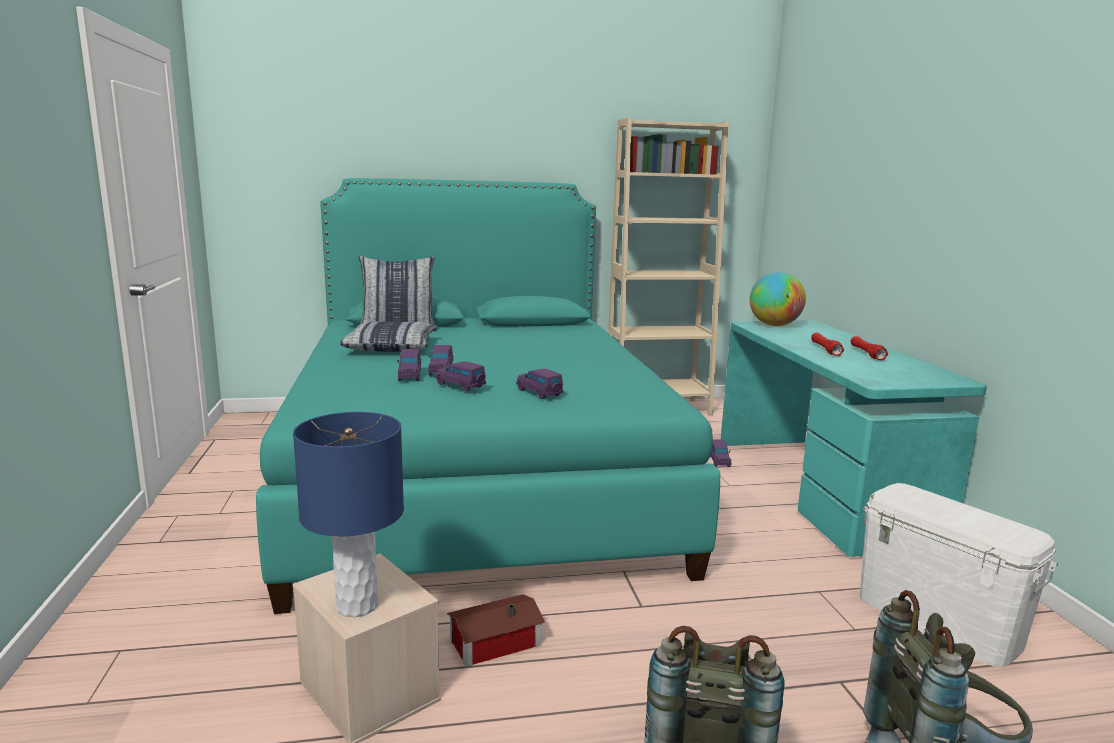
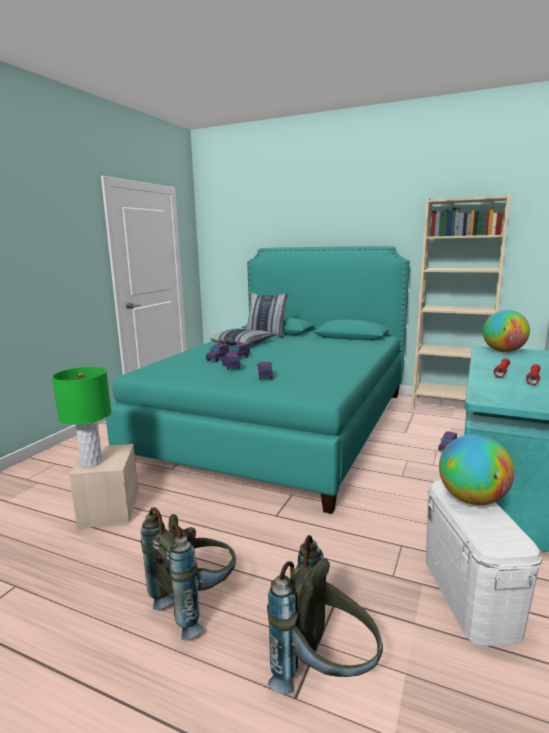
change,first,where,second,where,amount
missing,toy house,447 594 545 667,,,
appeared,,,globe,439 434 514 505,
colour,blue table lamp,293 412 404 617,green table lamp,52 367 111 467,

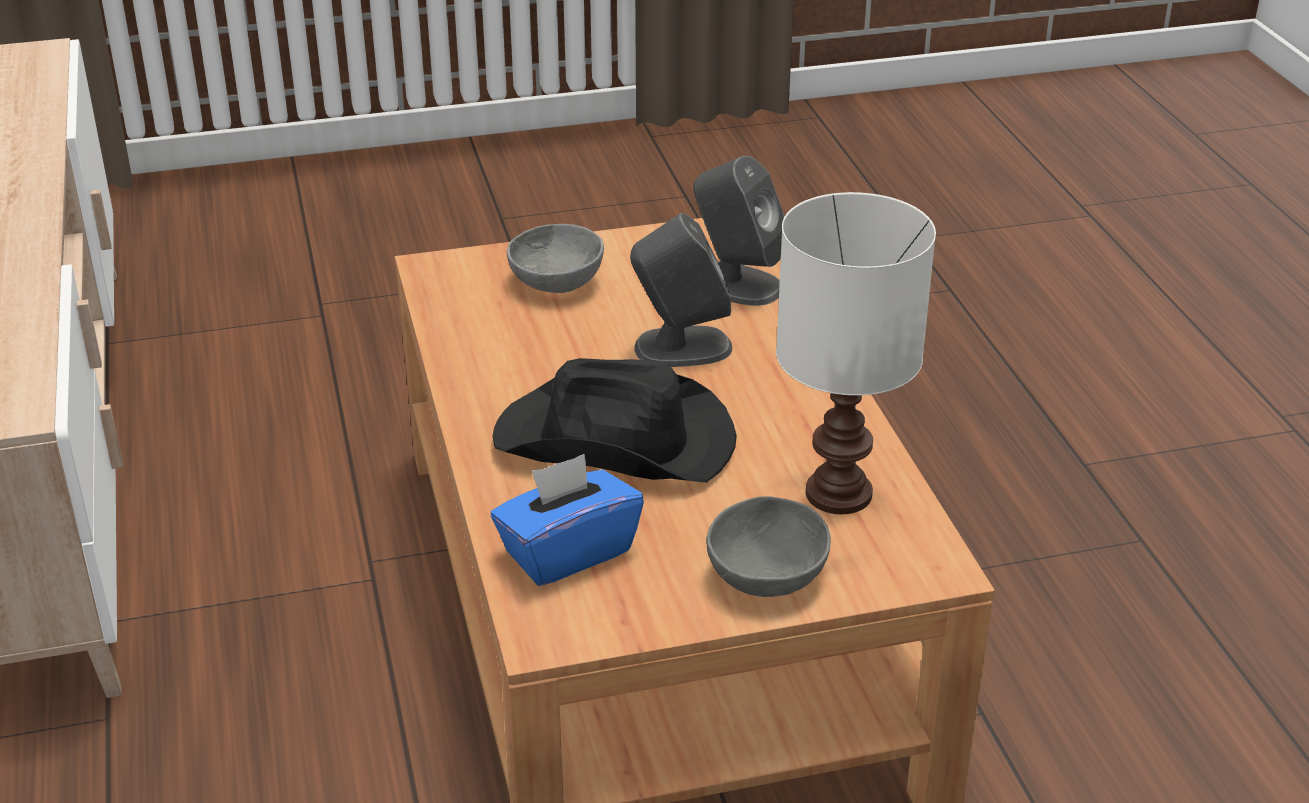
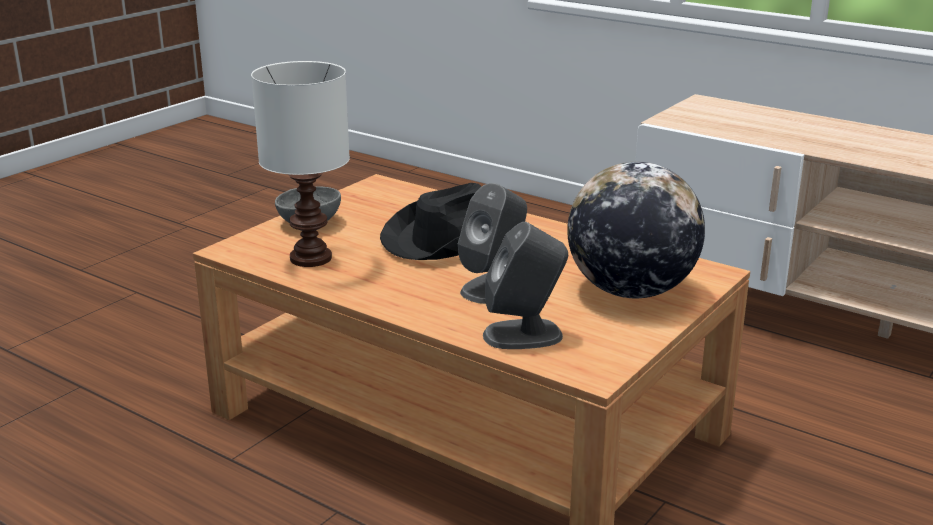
change,first,where,second,where,amount
missing,blue tissue box,491 454 644 586,,,
exchanged,grey bowl,507 224 604 293,globe,567 162 705 298,

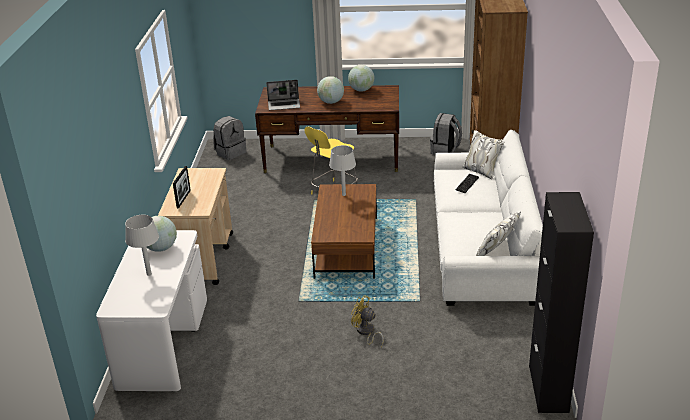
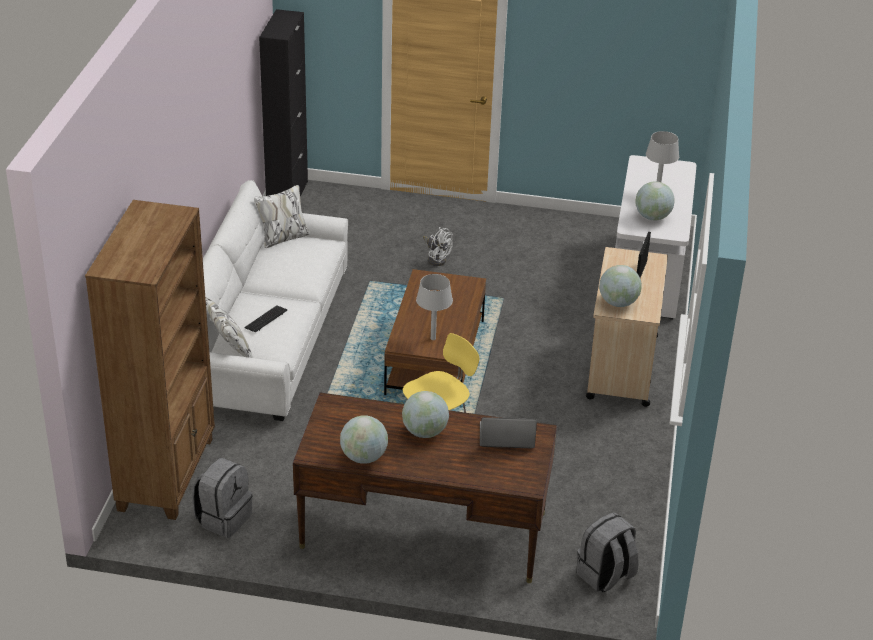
change,first,where,second,where,amount
appeared,,,globe,599 265 642 307,
colour,yellow fan,351 295 384 348,white fan,423 227 453 266,

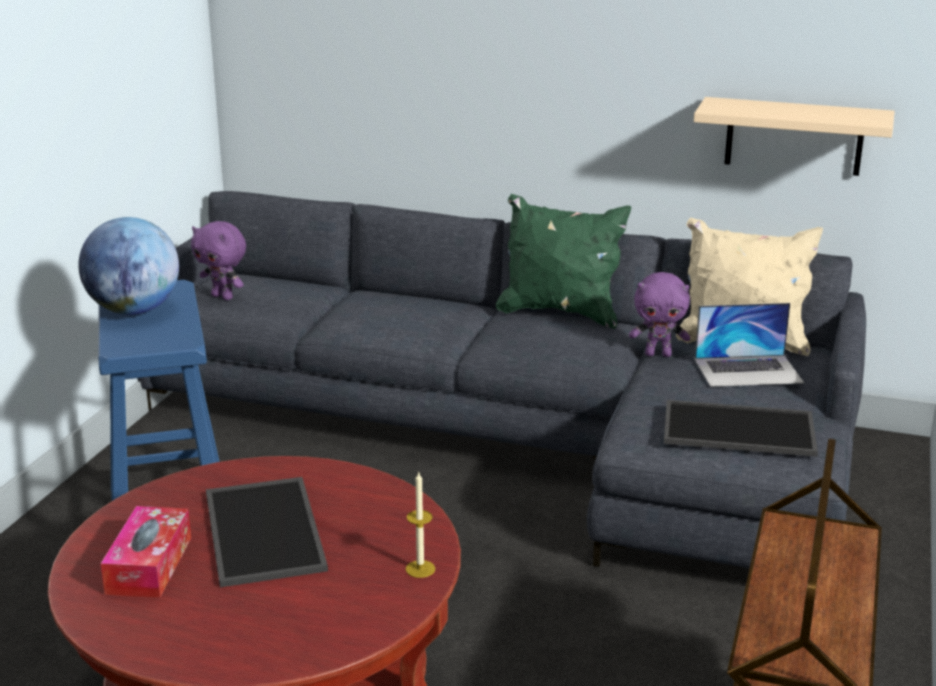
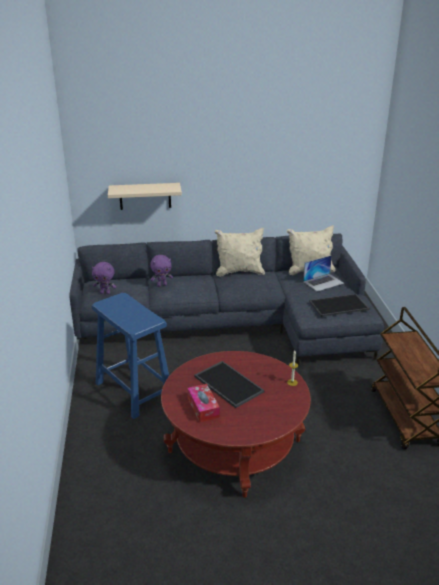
change,first,where,second,where,amount
missing,globe,78 217 179 314,,,
relocated,purple plush toy,629 272 690 357,,150 255 173 287,
relocated,beige shelf,694 97 895 176,,108 183 182 210,
colour,green pillow,496 194 631 329,beige pillow,214 228 265 277,

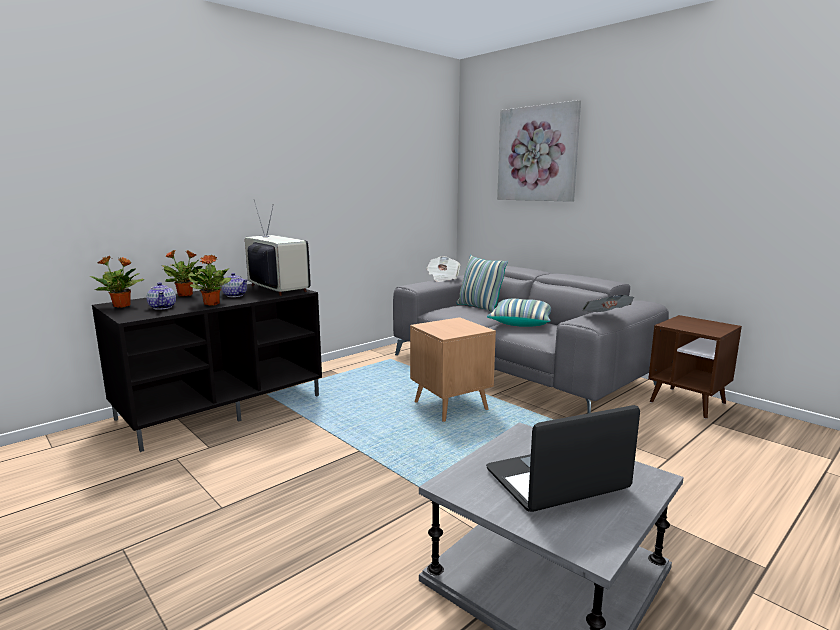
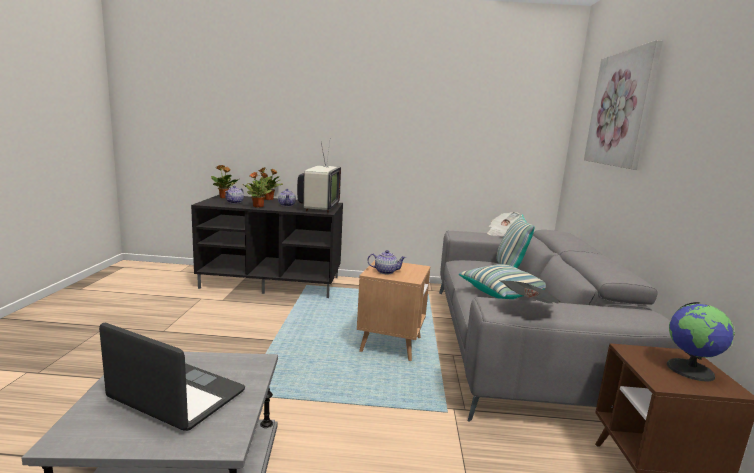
change,first,where,second,where,amount
appeared,,,teapot,367 250 406 274,
appeared,,,globe,667 302 735 381,

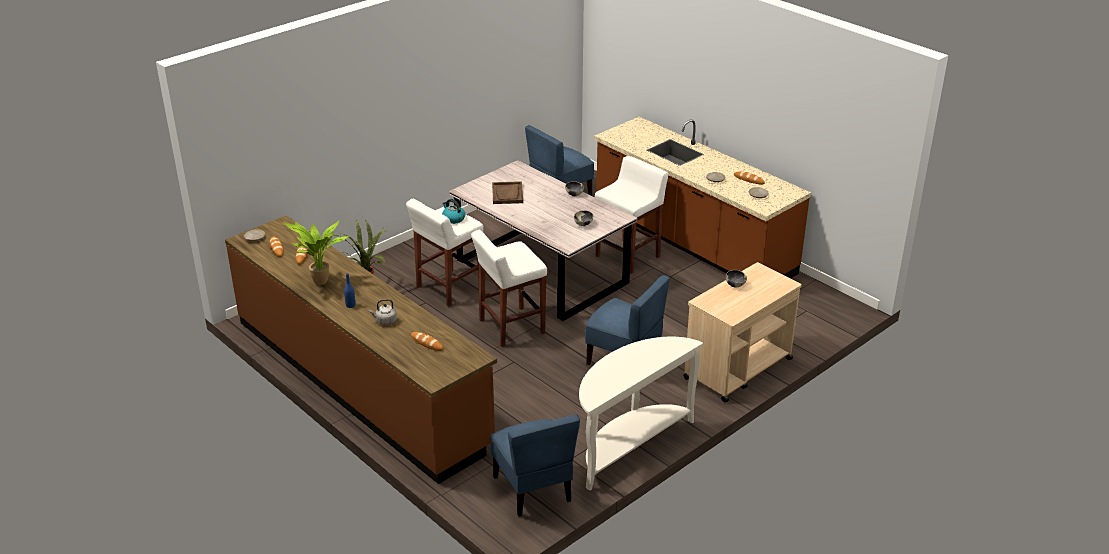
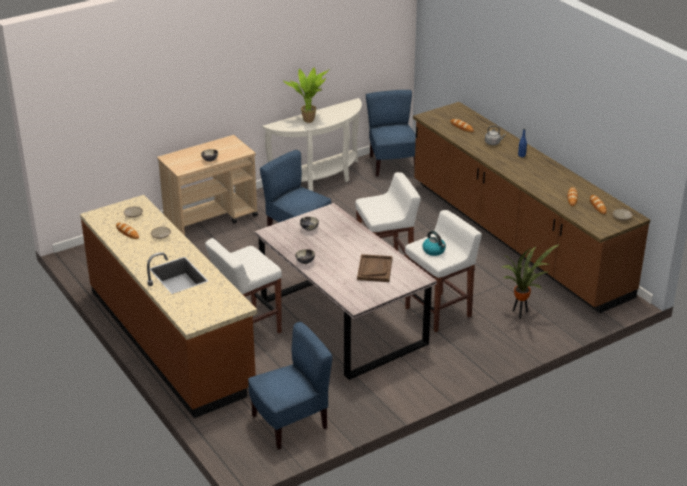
change,first,where,second,where,amount
relocated,potted plant,284 221 349 285,,283 67 329 123,

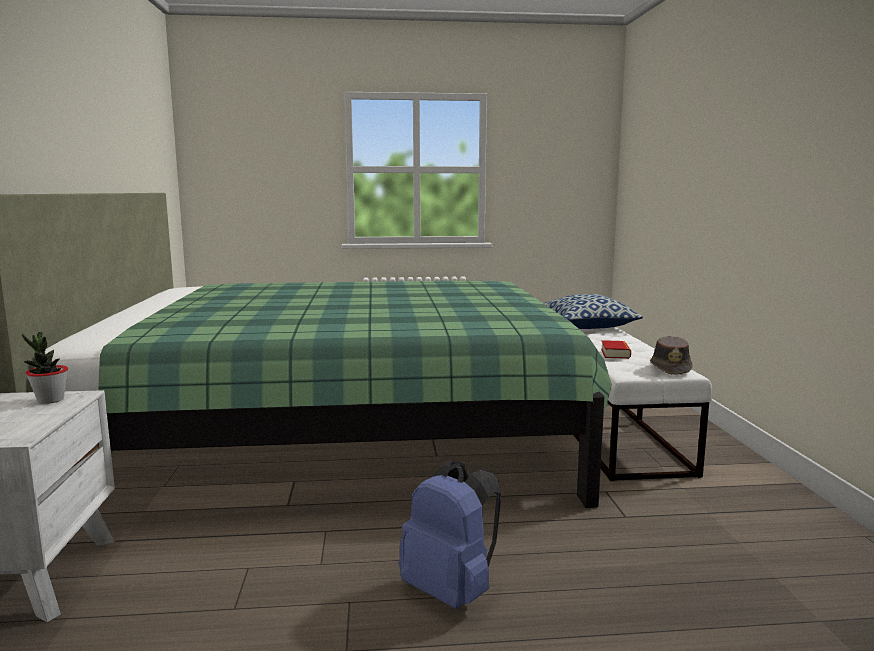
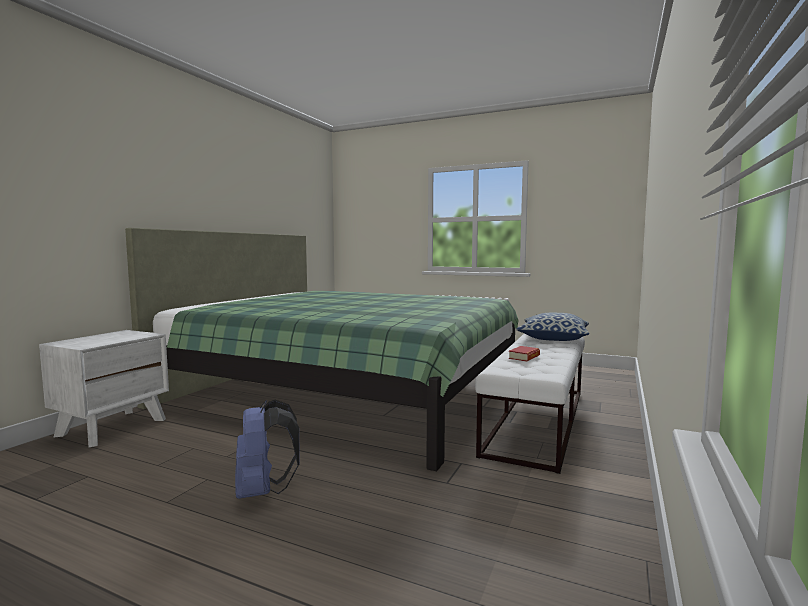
change,first,where,second,where,amount
missing,potted plant,22 332 68 404,,,
missing,brown hat,650 336 693 375,,,

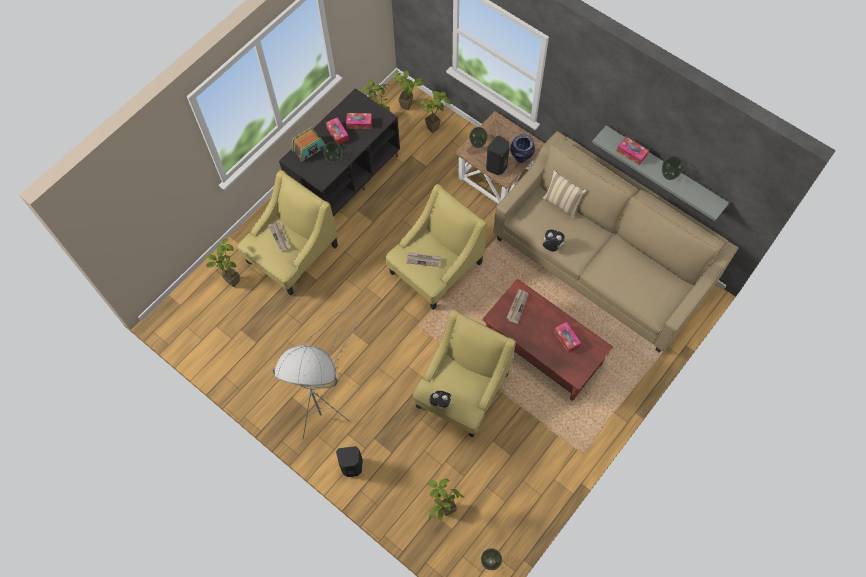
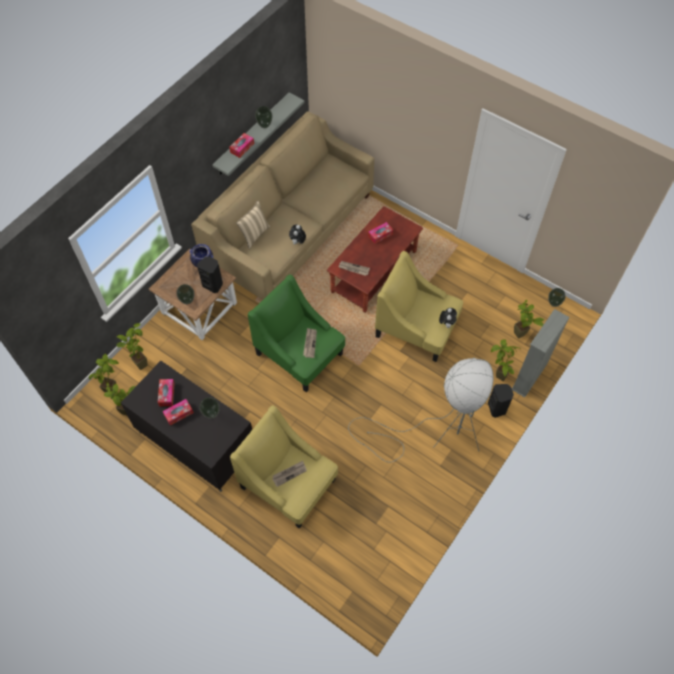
change,first,where,second,where,amount
missing,radio,292 127 325 162,,,
appeared,,,grey bookcase,512 309 569 398,
relocated,potted plant,204 238 240 287,,491 340 521 381,
colour,yellow armchair,386 184 487 310,green armchair,248 274 345 392,

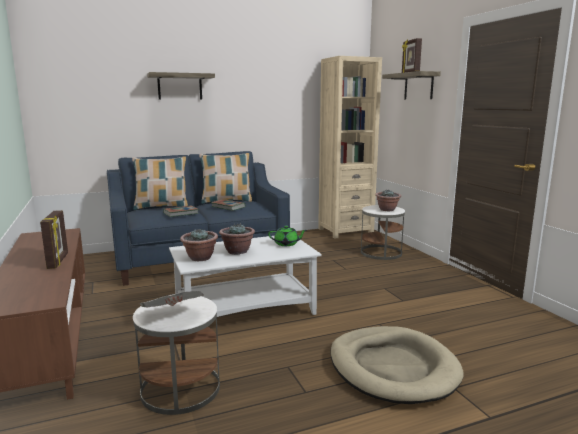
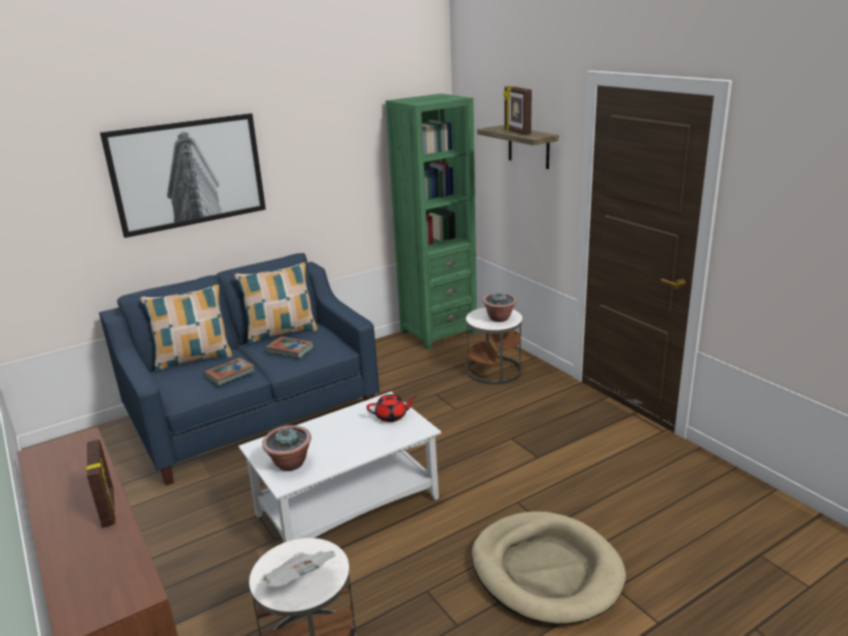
change,first,where,second,where,amount
missing,potted plant,219 223 255 255,,,
exchanged,shelf,147 72 215 100,picture,100 113 266 238,
colour,green teapot,268 226 307 246,red teapot,367 394 416 422,
colour,beige bookcase,318 56 382 239,green bookcase,386 94 477 350,

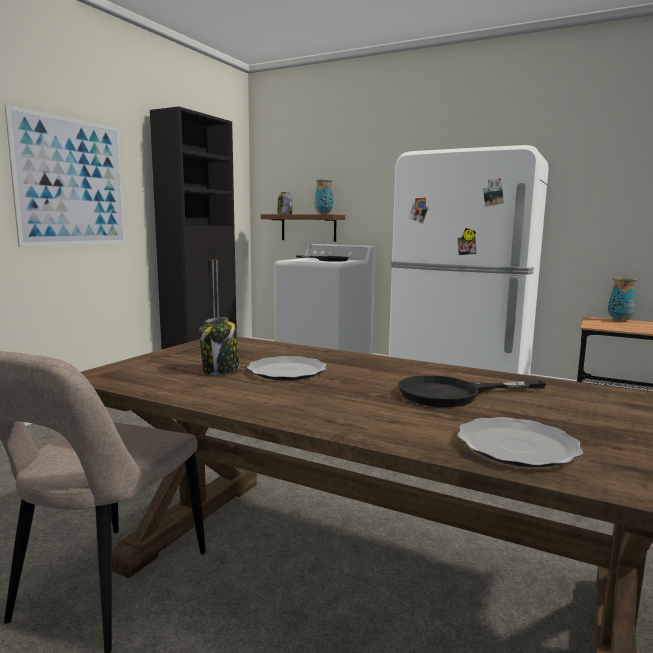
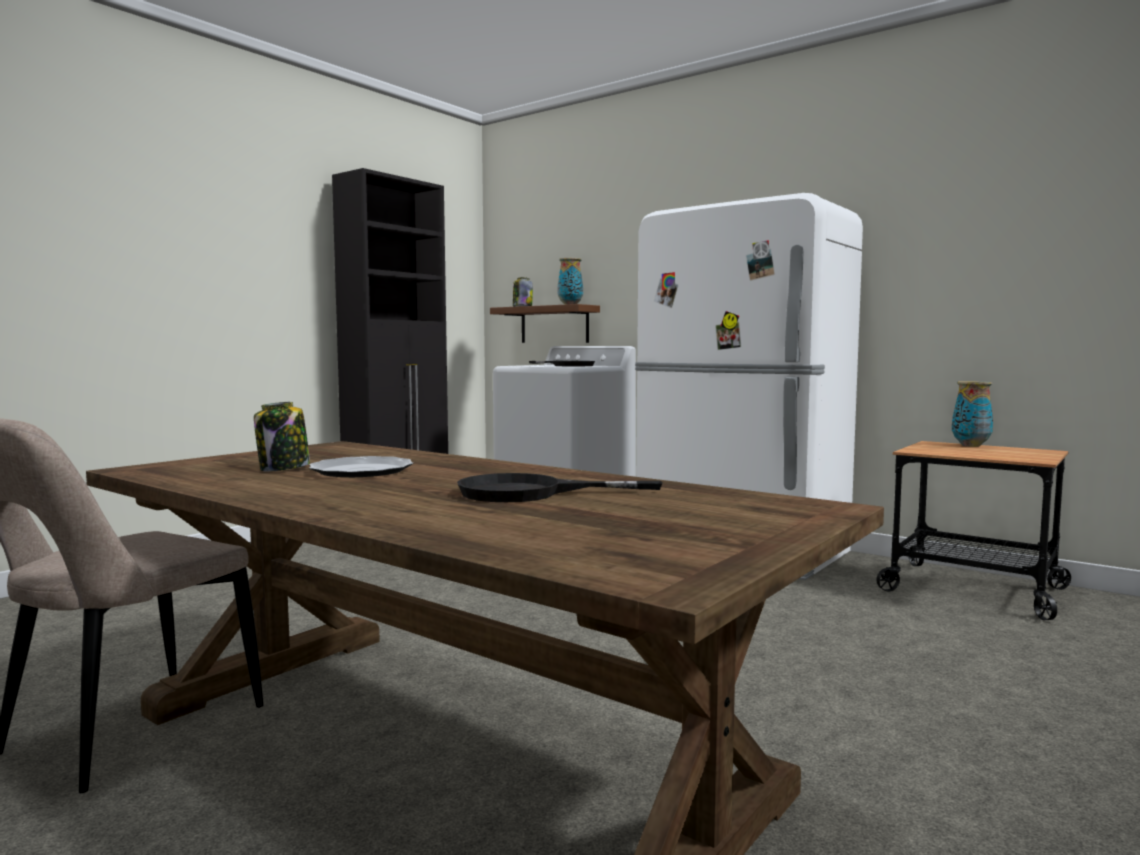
change,first,where,second,where,amount
missing,picture,4 105 126 247,,,
missing,plate,457 417 583 467,,,

